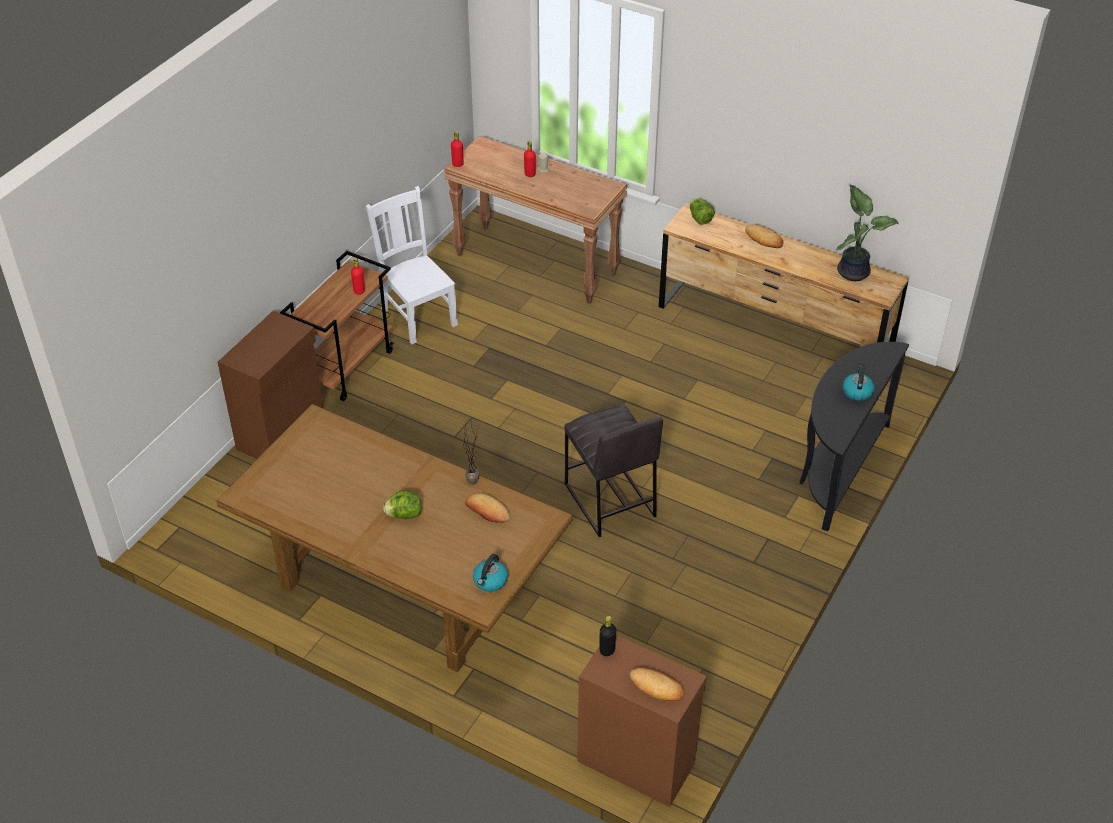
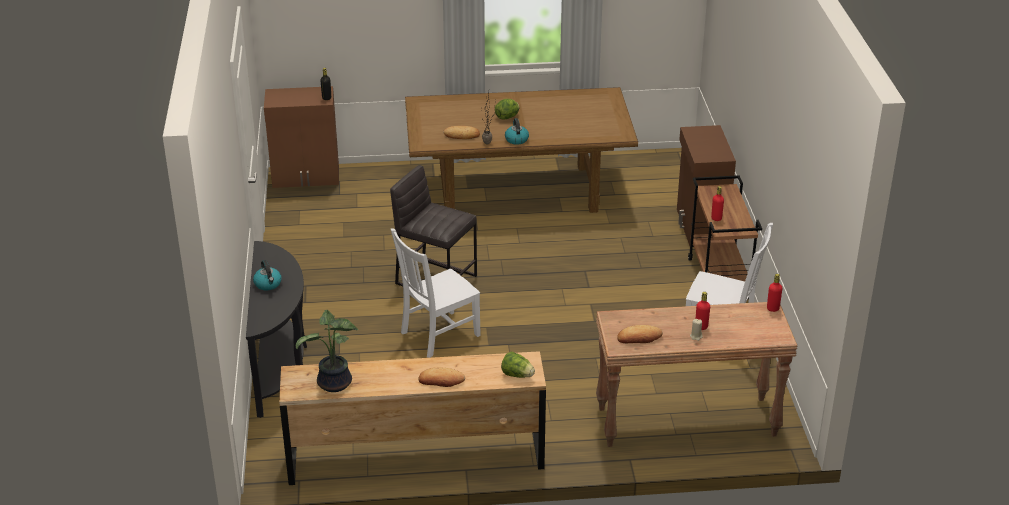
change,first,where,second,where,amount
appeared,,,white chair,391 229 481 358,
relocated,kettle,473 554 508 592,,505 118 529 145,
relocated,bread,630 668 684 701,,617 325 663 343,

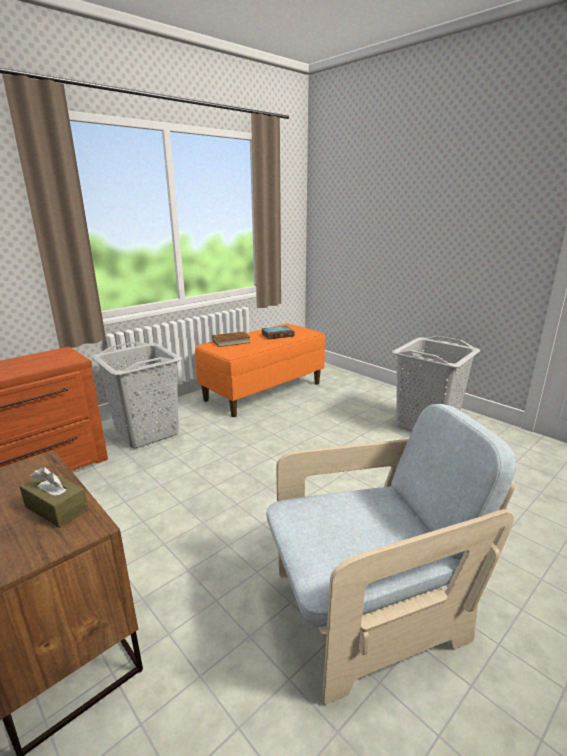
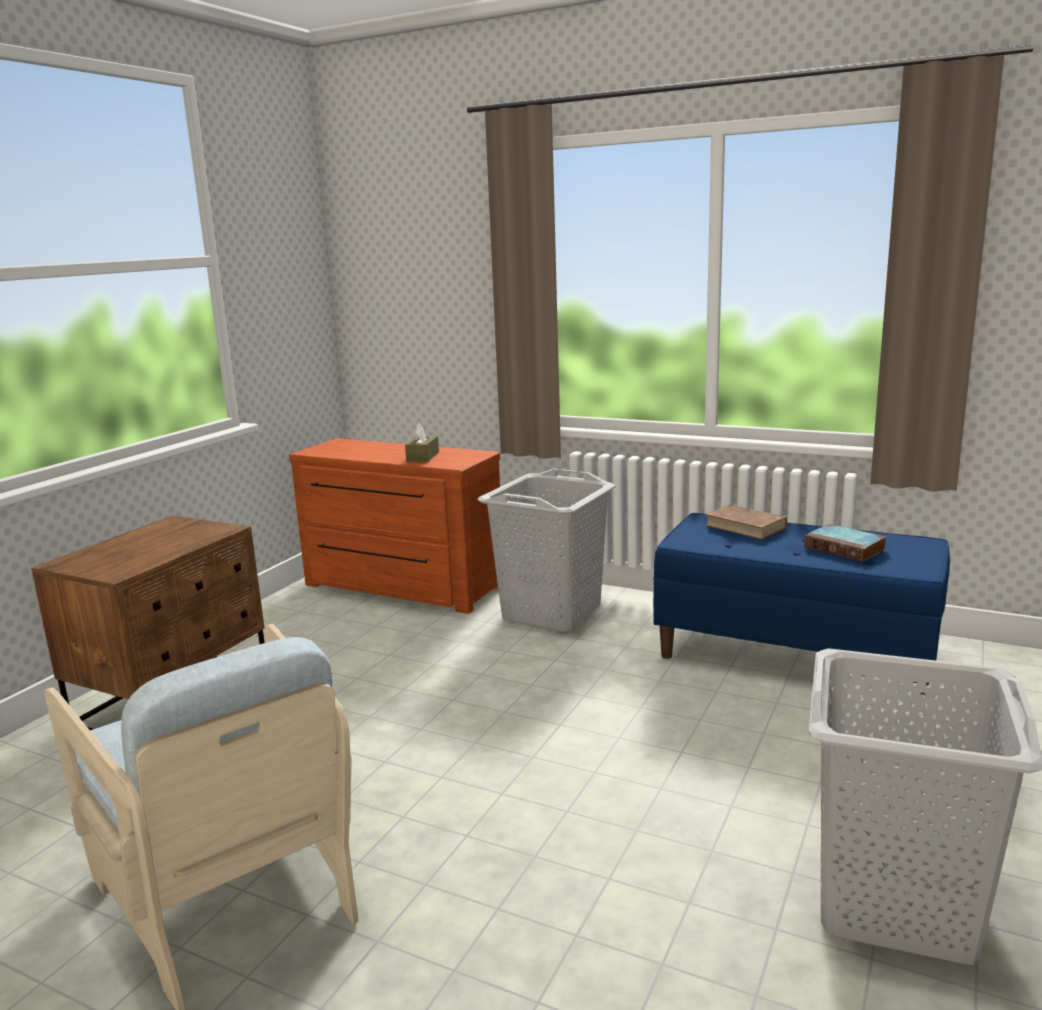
change,first,where,second,where,amount
relocated,brown tissue box,20 467 88 528,,405 423 439 462,
colour,orange bench,195 323 325 417,blue bench,653 513 950 696,

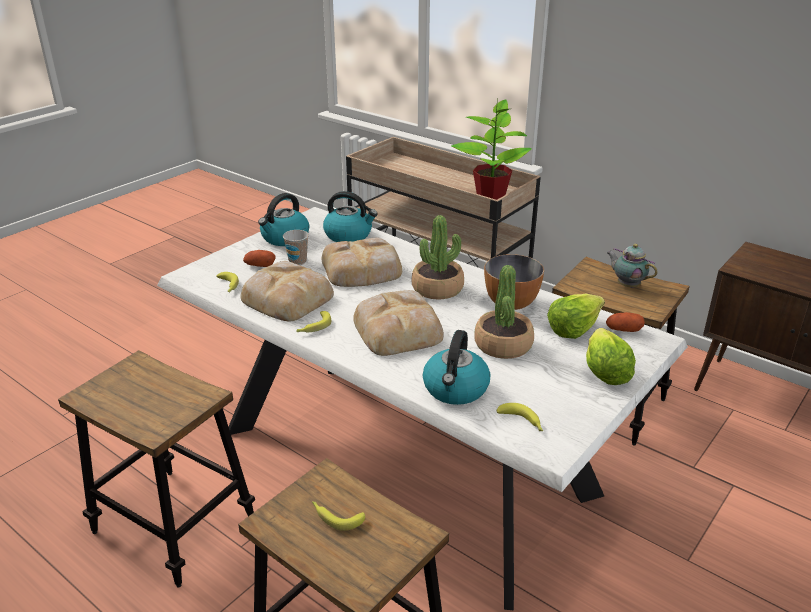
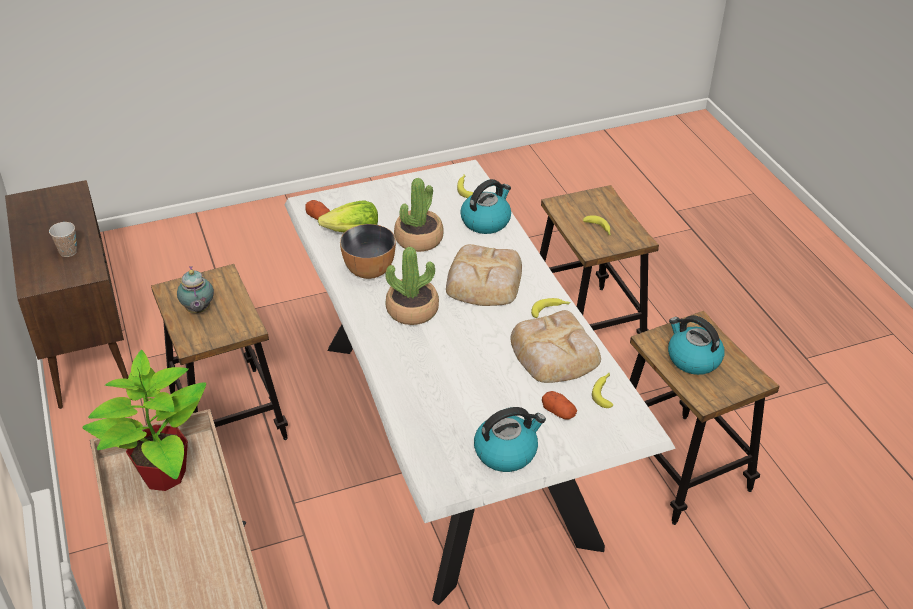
change,first,where,second,where,amount
missing,bread,321 238 402 287,,,
missing,lettuce,586 328 636 385,,,
relocated,cup,283 230 309 265,,49 222 77 257,
relocated,kettle,323 191 378 242,,668 315 724 375,

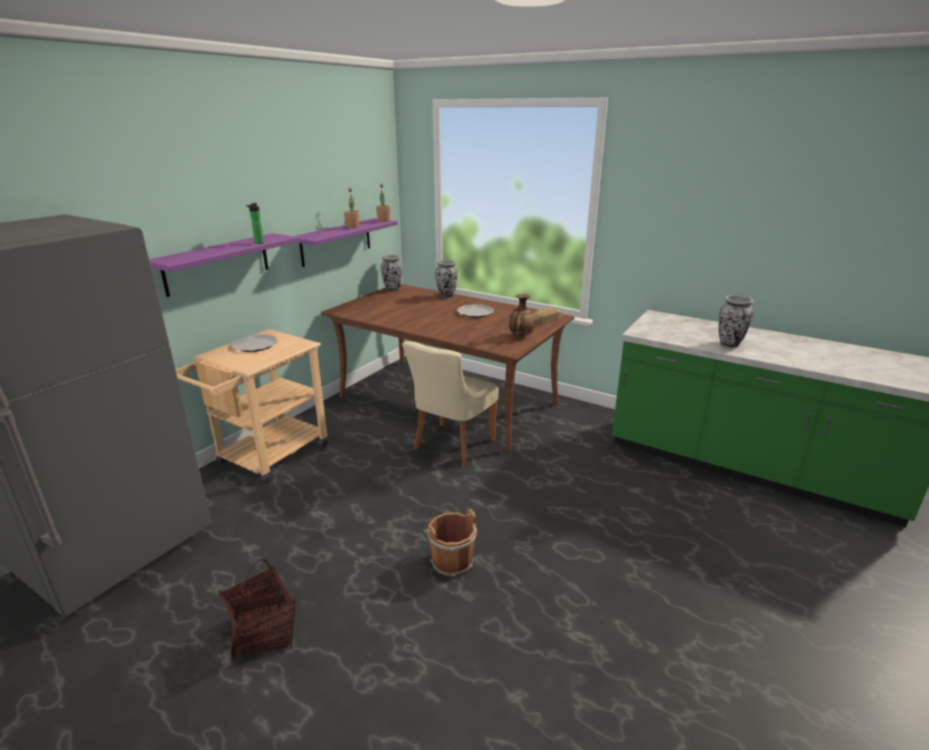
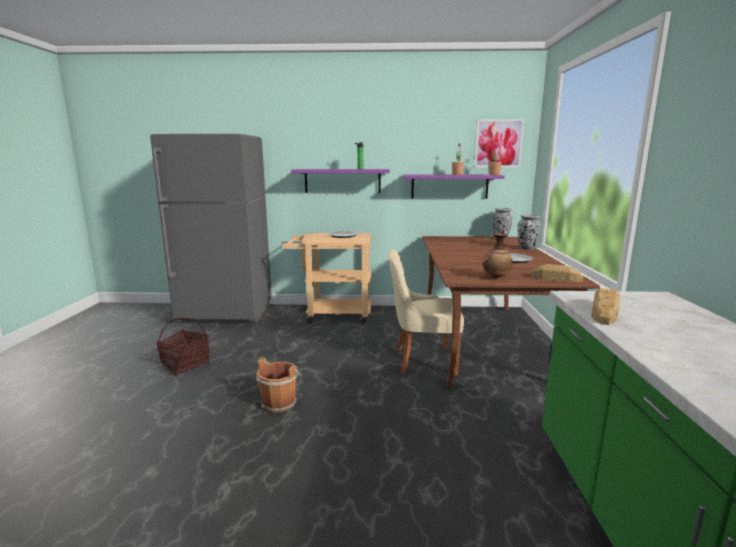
change,first,where,second,where,amount
missing,vase,719 295 754 348,,,
appeared,,,picture,474 119 525 167,
appeared,,,bread,591 288 620 325,

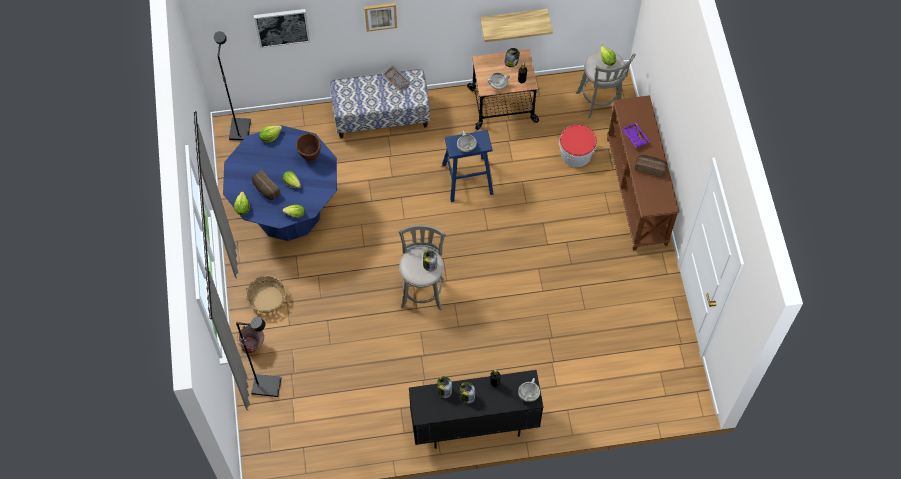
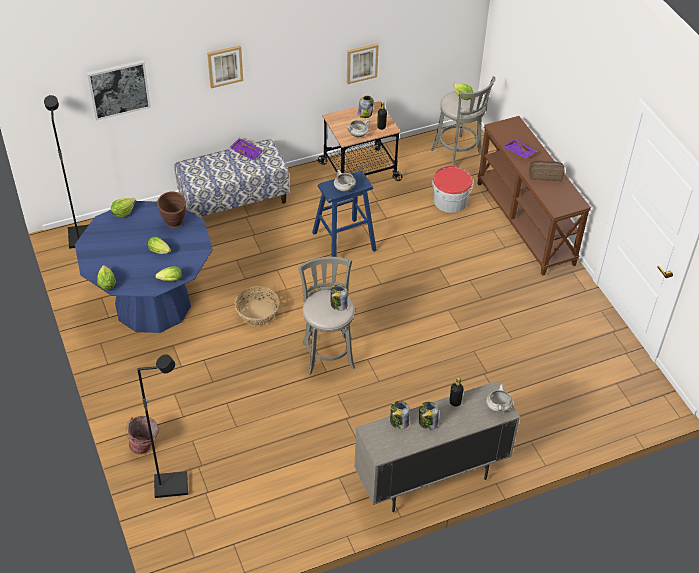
change,first,where,second,where,amount
missing,bread,252 170 280 200,,,
relocated,basket,246 275 286 313,,235 286 280 326,
exchanged,shelf,480 9 553 42,picture,347 44 379 84,
colour,grey tray,382 65 411 92,purple tray,230 138 263 161,
colour,black cabinet,409 370 544 449,beige cabinet,354 381 520 512,

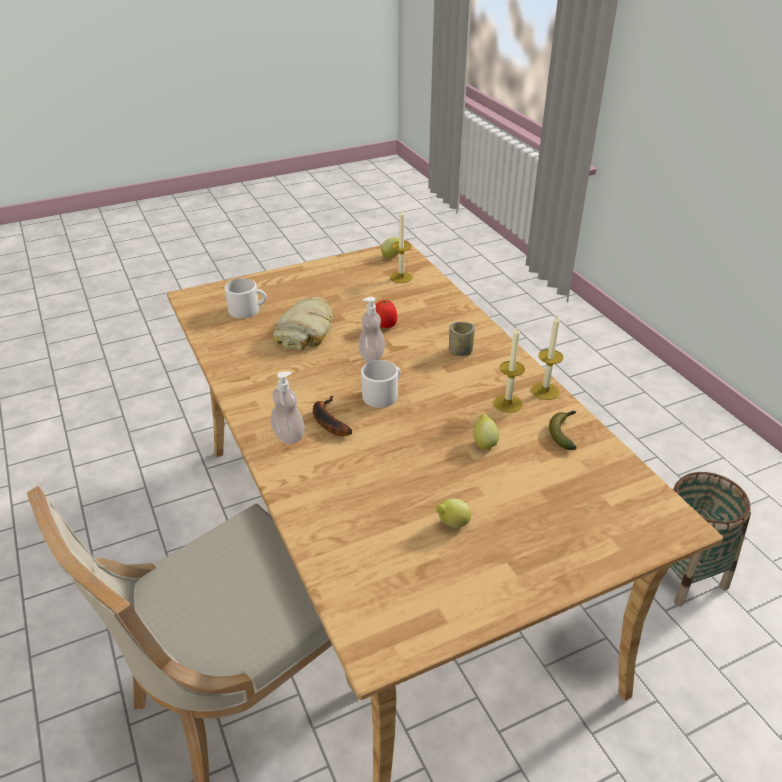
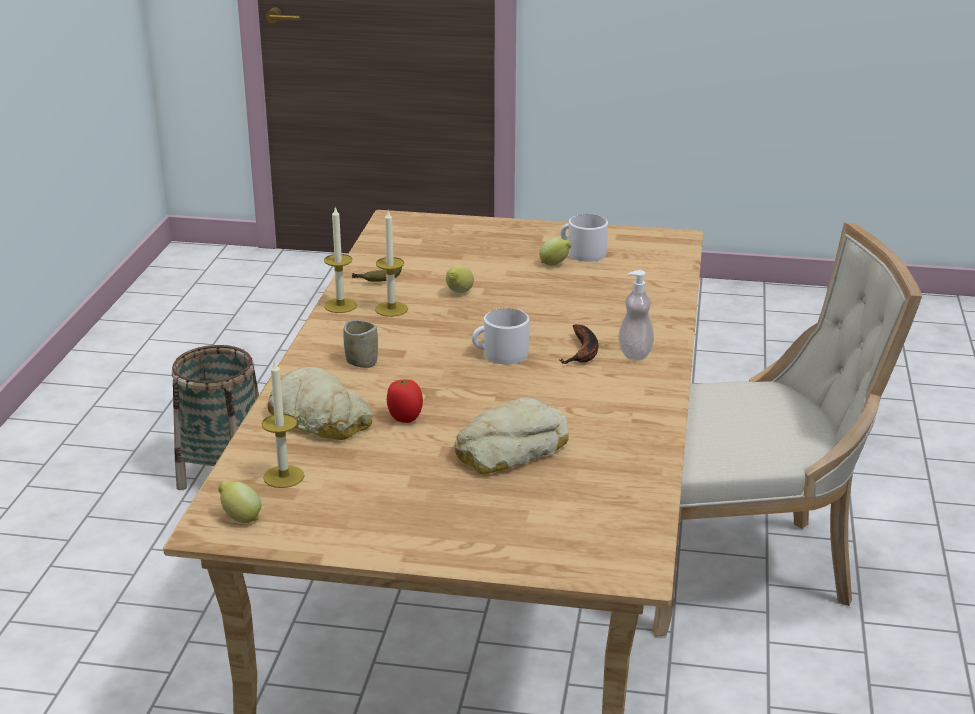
change,first,where,second,where,amount
missing,soap dispenser,358 297 385 363,,,
appeared,,,bread,267 367 373 440,
relocated,white mug,225 278 267 318,,560 214 608 262,

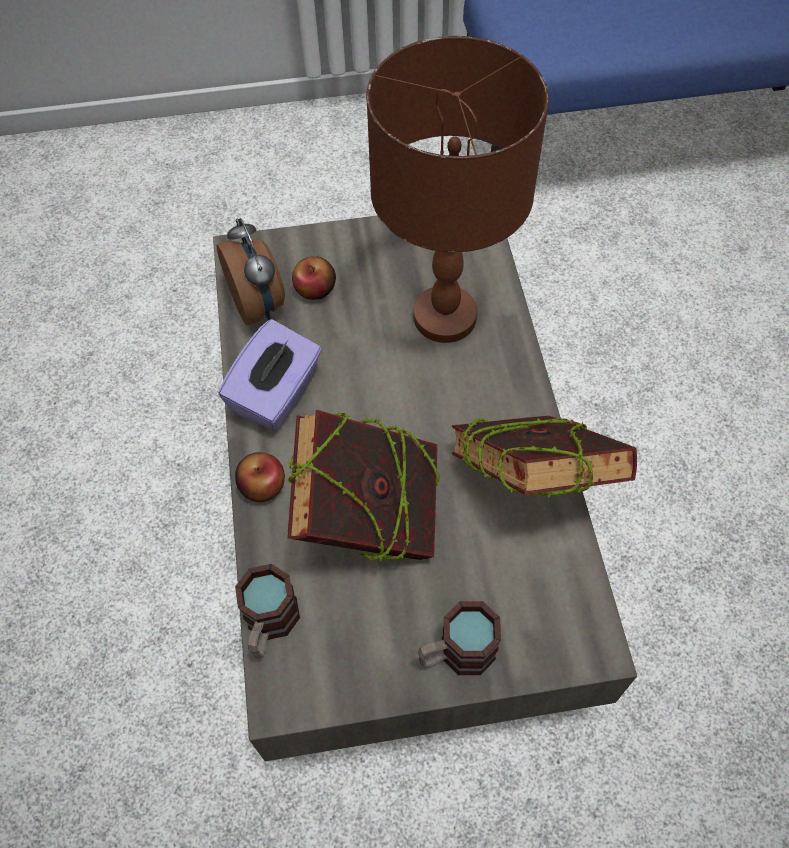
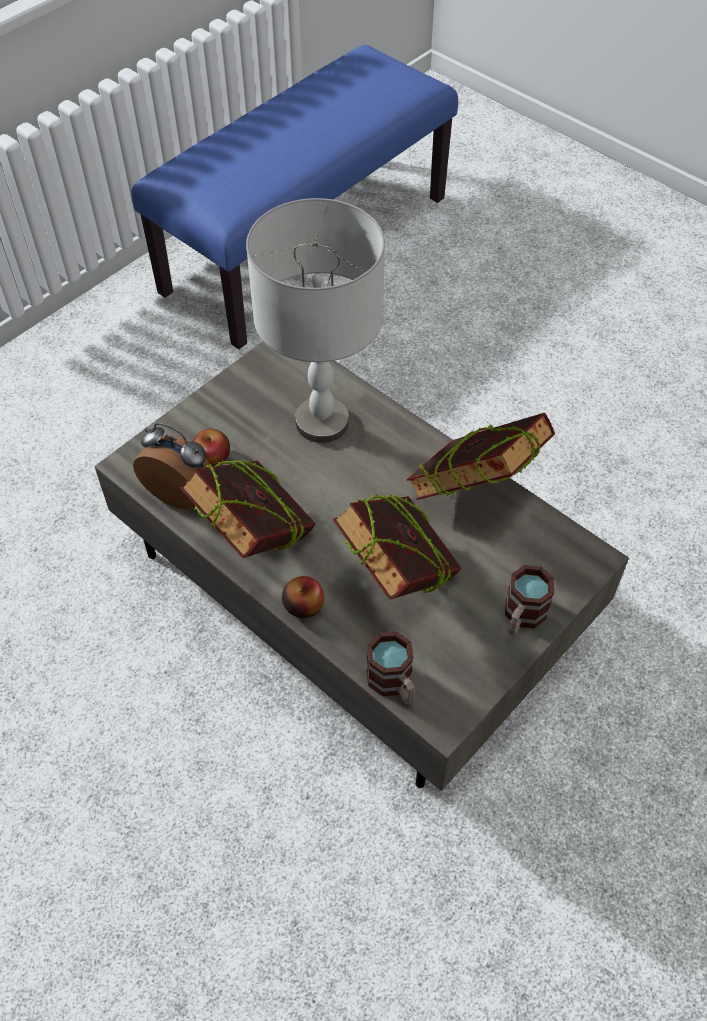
change,first,where,second,where,amount
exchanged,purple tissue box,218 319 322 430,book,180 459 316 558,
colour,brown table lamp,366 36 549 343,grey table lamp,246 198 385 443,

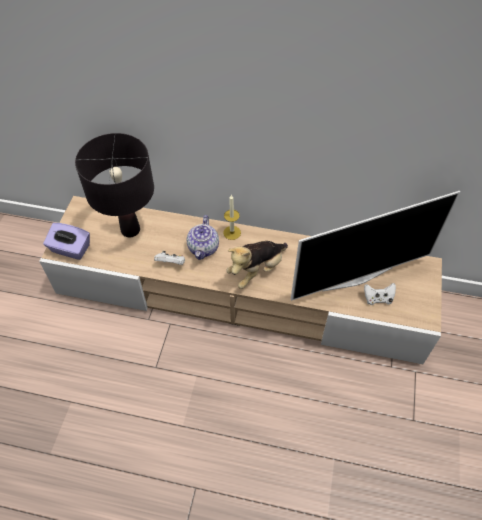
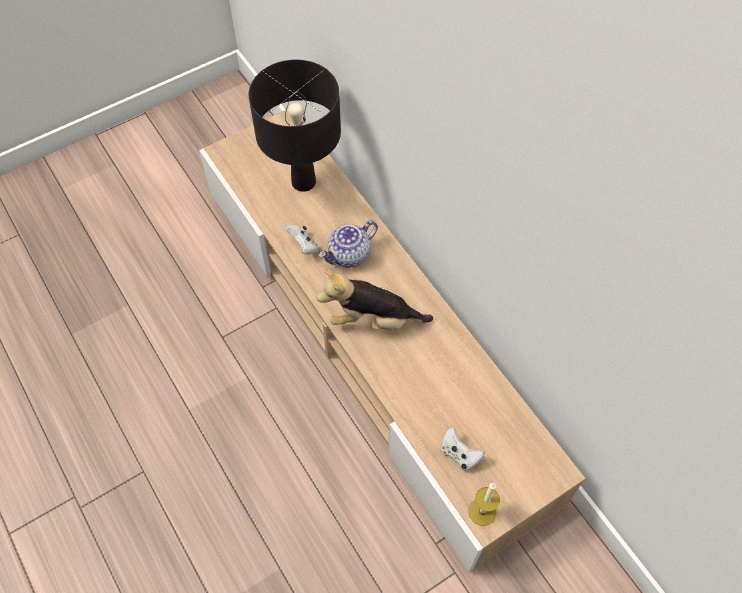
change,first,where,second,where,amount
missing,purple tissue box,43 223 90 260,,,
missing,television,291 191 460 301,,,
relocated,candle,223 194 241 240,,468 483 500 526,

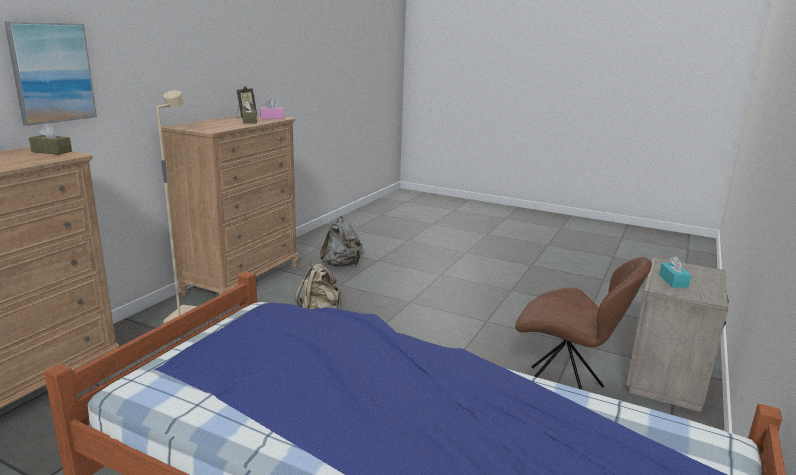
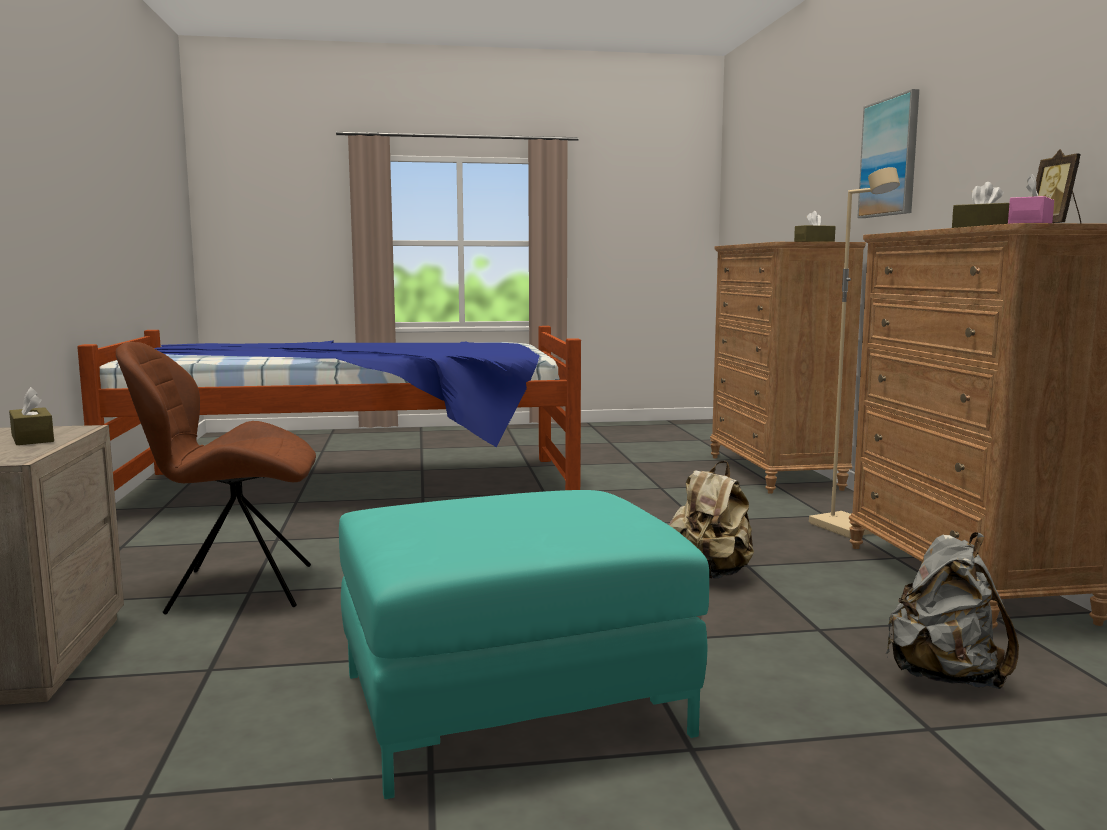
change,first,where,second,where,amount
appeared,,,turquoise ottoman,339 490 709 799,
colour,turquoise tissue box,659 256 691 288,brown tissue box,9 387 54 445,

